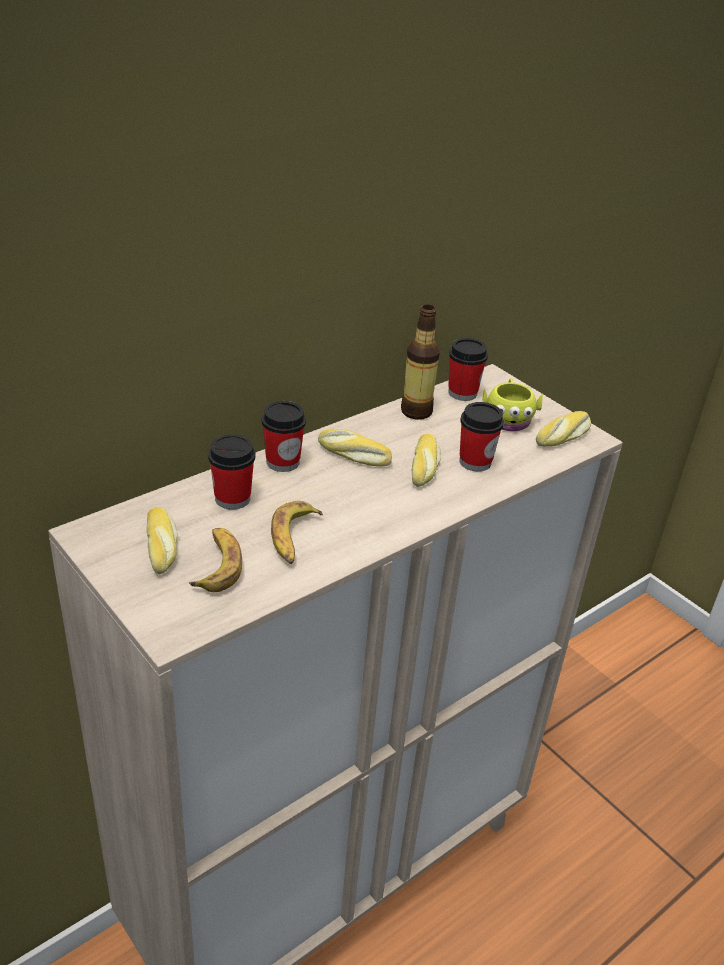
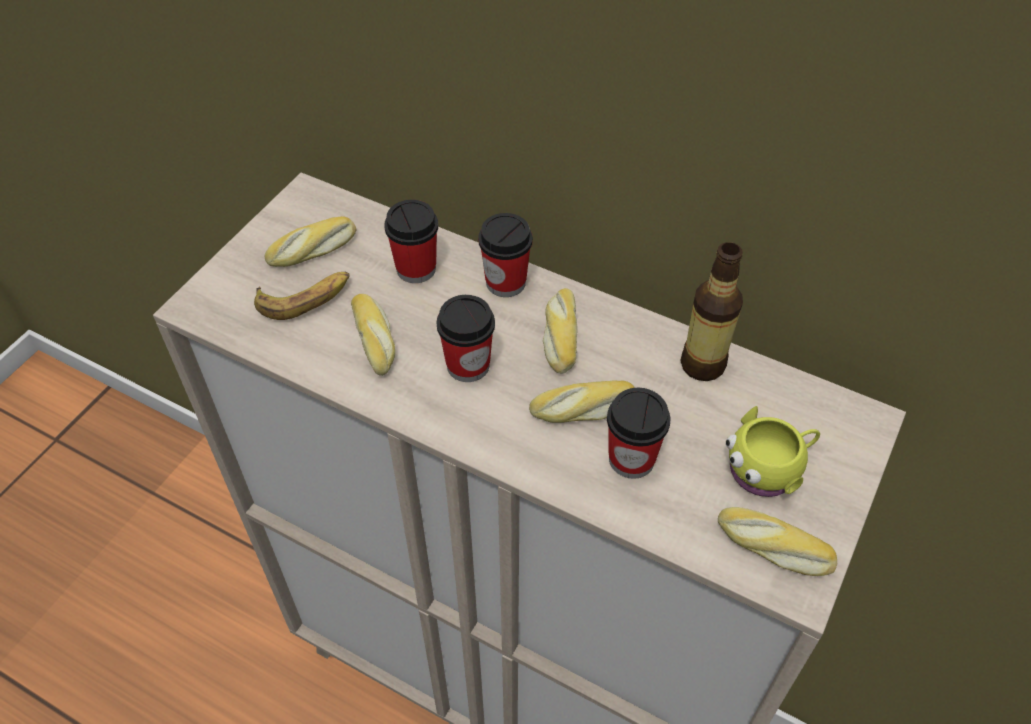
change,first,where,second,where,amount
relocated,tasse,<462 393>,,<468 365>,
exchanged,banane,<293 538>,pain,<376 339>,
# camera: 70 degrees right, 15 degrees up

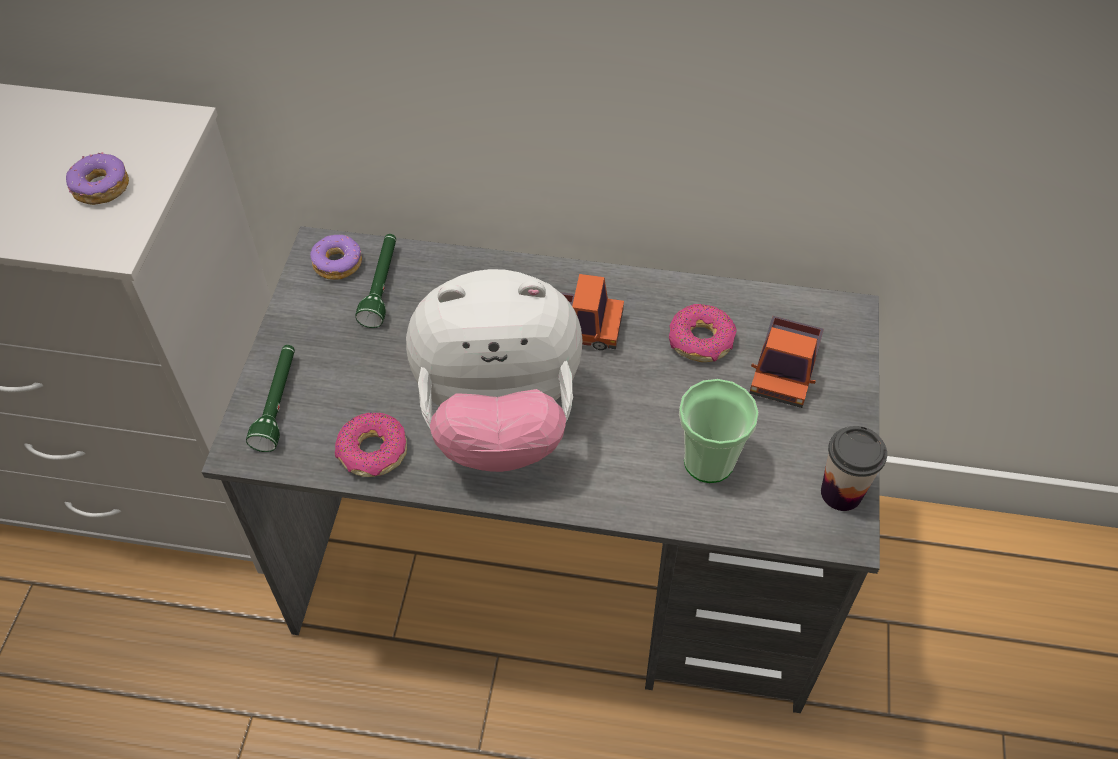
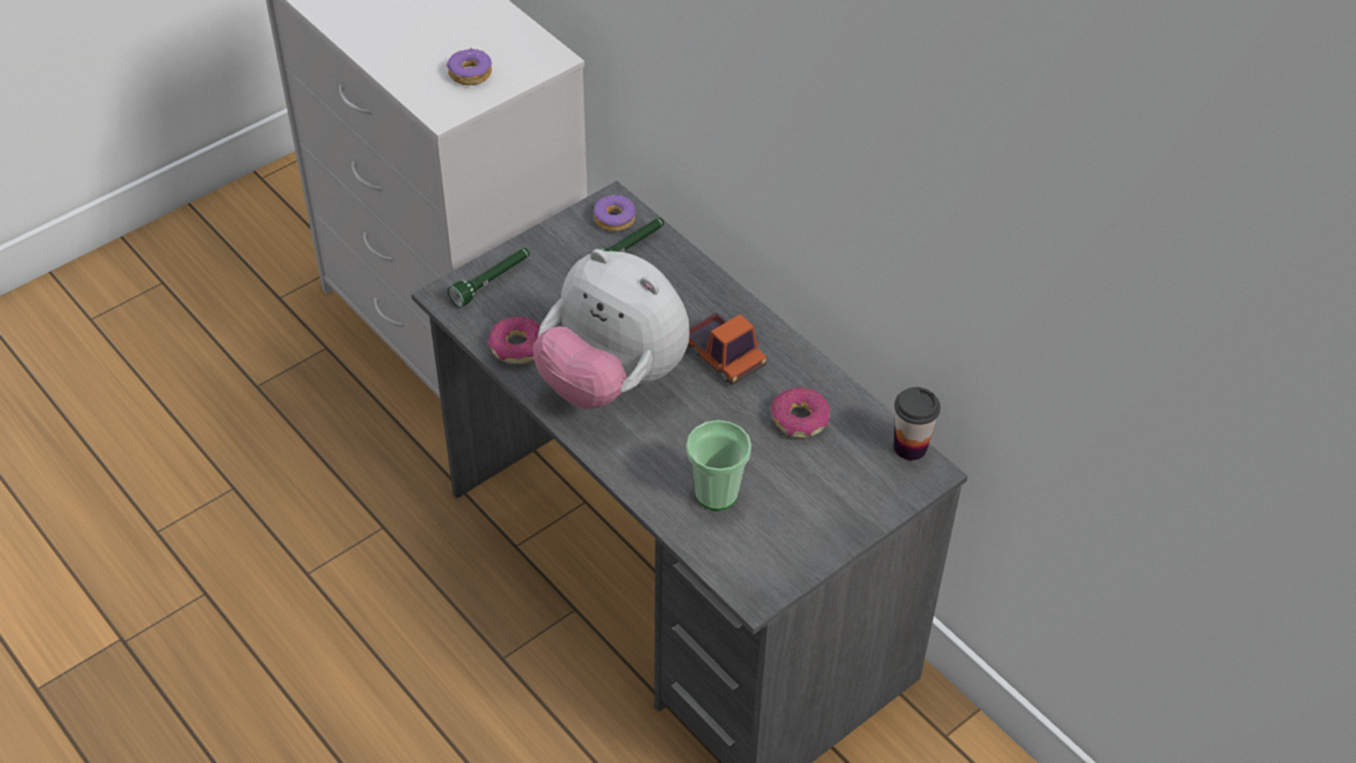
change,first,where,second,where,amount
missing,camion jouet,<784 369>,,,
relocated,tasse,<841 493>,,<910 447>,
# camera: 40 degrees right, 5 degrees down

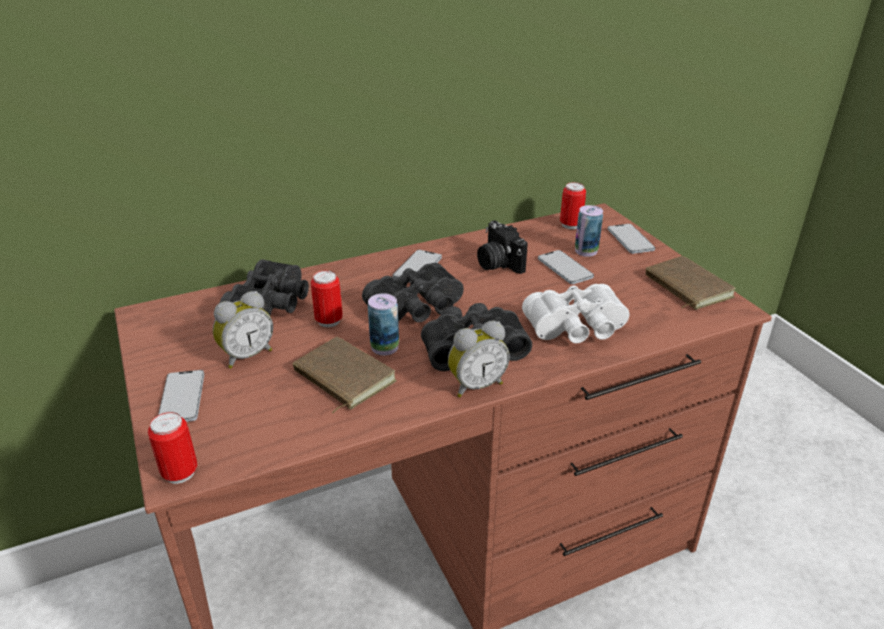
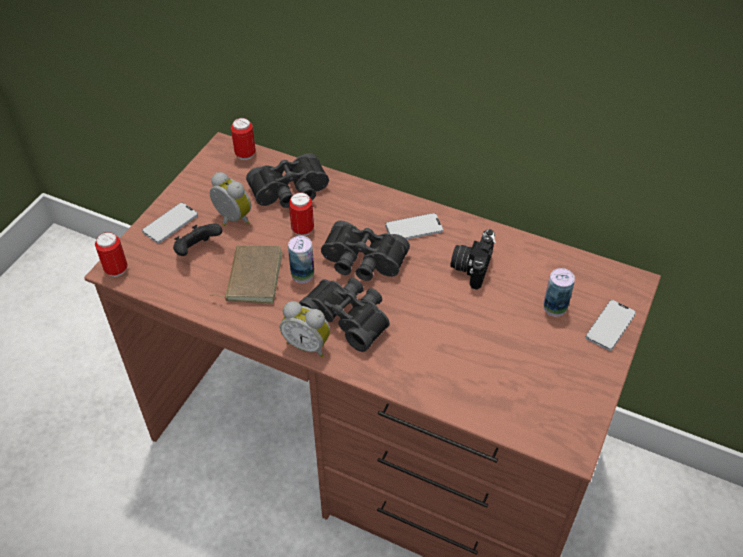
change,first,where,second,where,amount
relocated,boîte métallique,<570 225>,,<245 154>,
missing,téléphone,<565 268>,,,
missing,livre [marron],<685 287>,,,
missing,jumelles [blanc],<577 329>,,,
spun,réveil,<246 355>,,<231 220>,150 degrees counterclockwise
appeared,,,manette [noir],<197 250>,
# camera: 50 degrees right, 15 degrees up

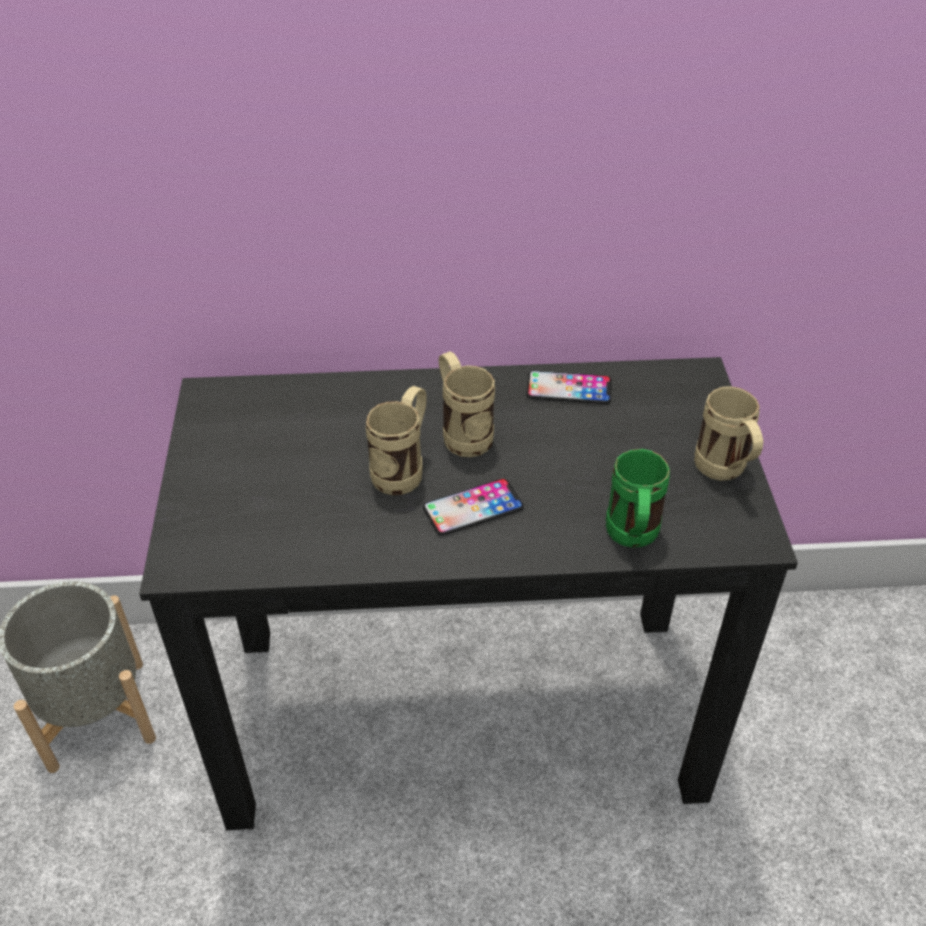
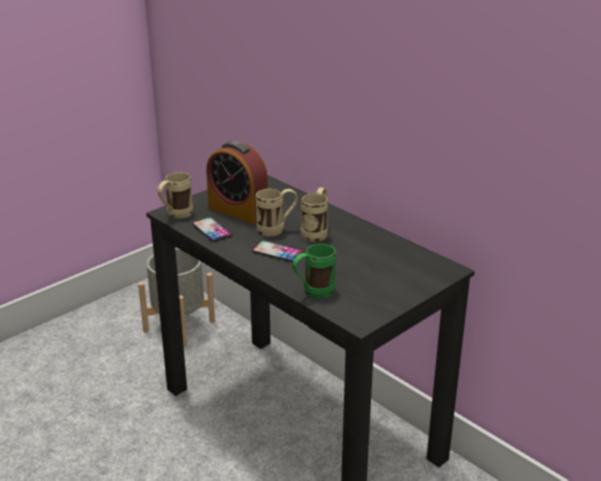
change,first,where,second,where,amount
relocated,téléphone,<569 388>,,<211 230>,
relocated,mug [beige],<724 472>,,<175 215>,
appeared,,,réveil,<238 211>,
# camera: 50 degrees right, 15 degrees down

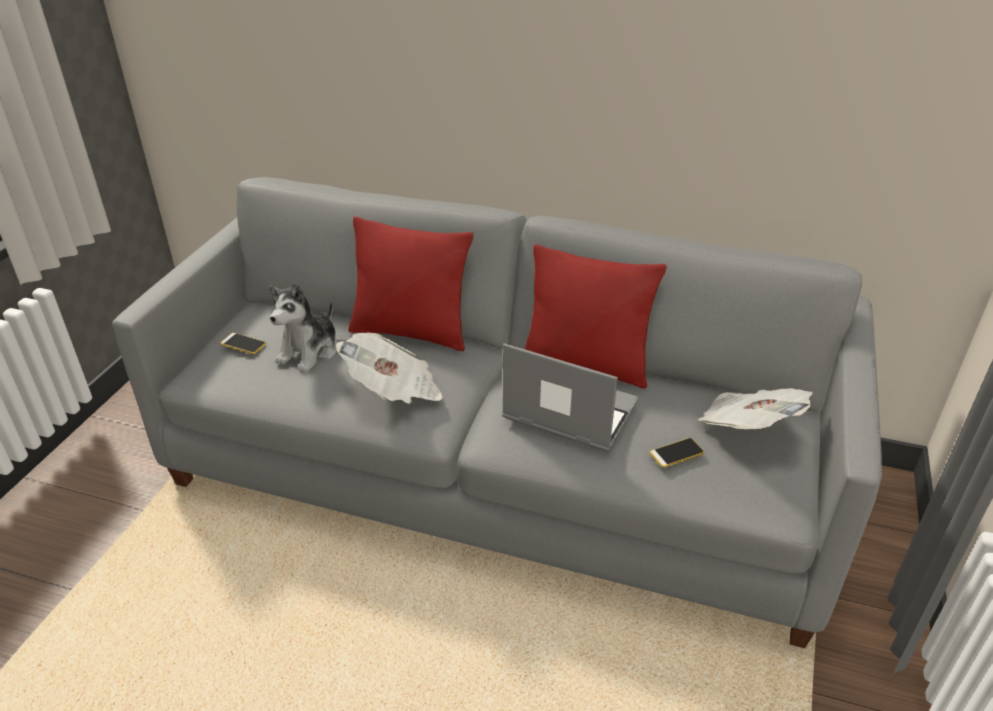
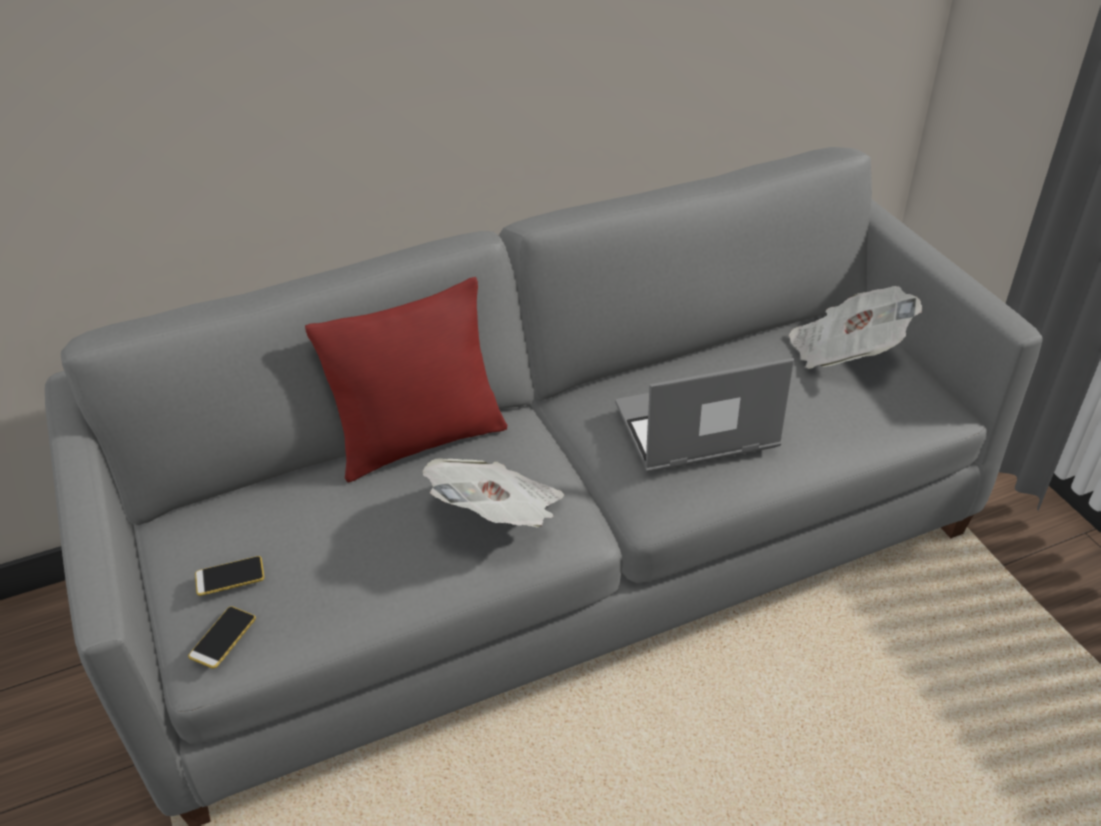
change,first,where,second,where,amount
missing,coussin [rouge],<585 366>,,,
missing,peluche,<309 351>,,,
relocated,téléphone,<676 453>,,<223 637>,
# camera: 40 degrees left, 5 degrees up

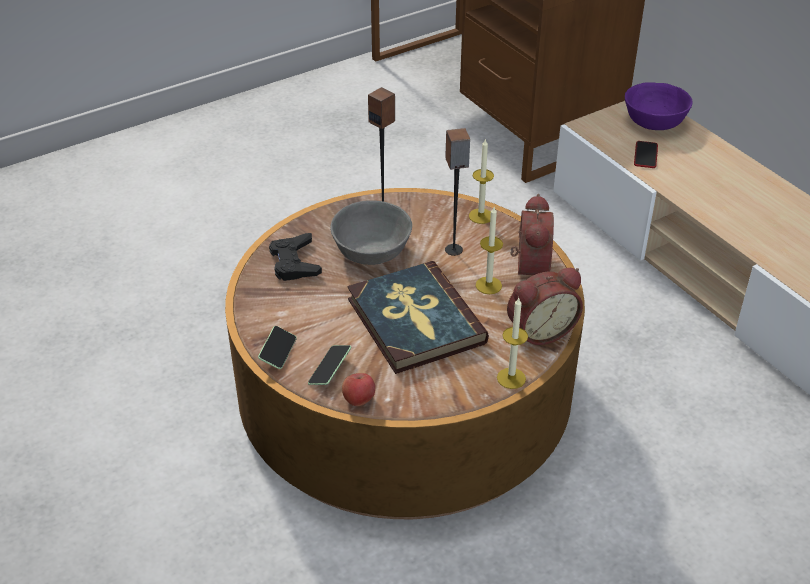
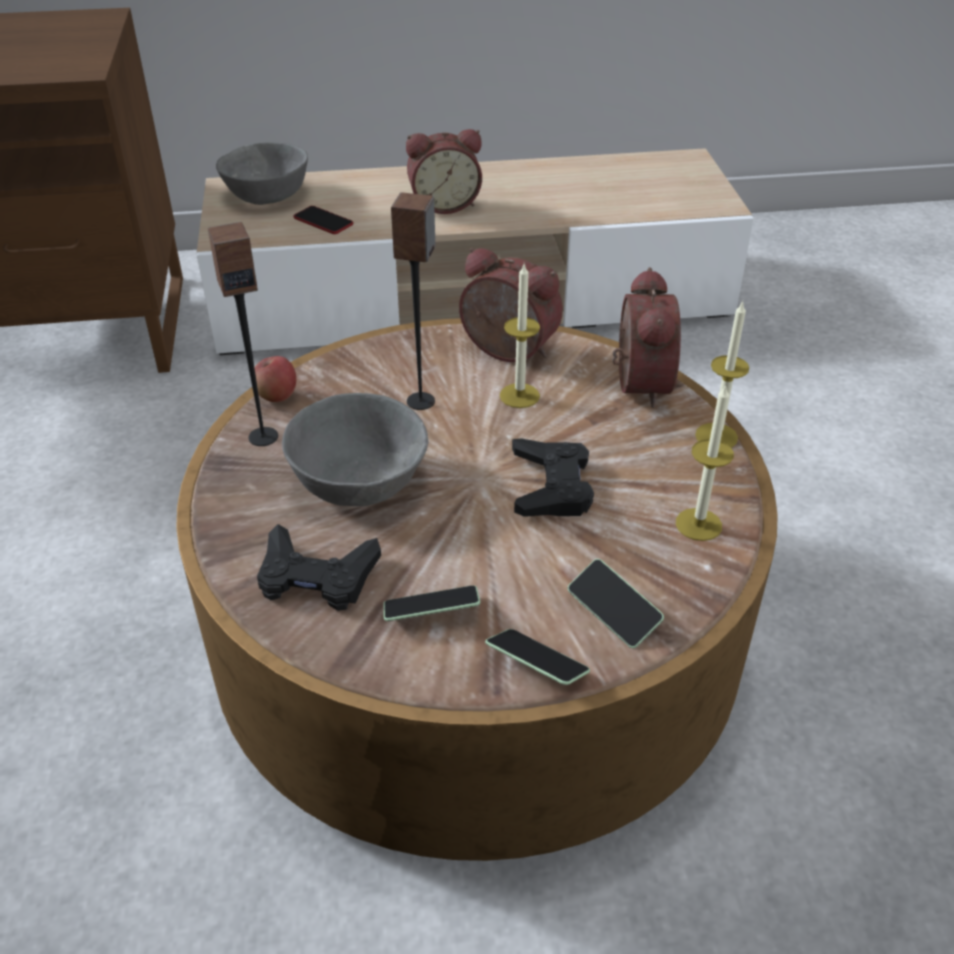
change,first,where,second,where,amount
colour,bol [violet],<653 121>,bol [gris],<266 194>,
relocated,bougie,<480 216>,,<698 524>,
exchanged,livre,<415 321>,manette [noir],<551 486>,
relocated,pomme,<359 400>,,<277 396>,
appeared,,,réveil,<444 204>,
appeared,,,téléphone,<431 612>,
# camera: 65 degrees left, 0 degrees up

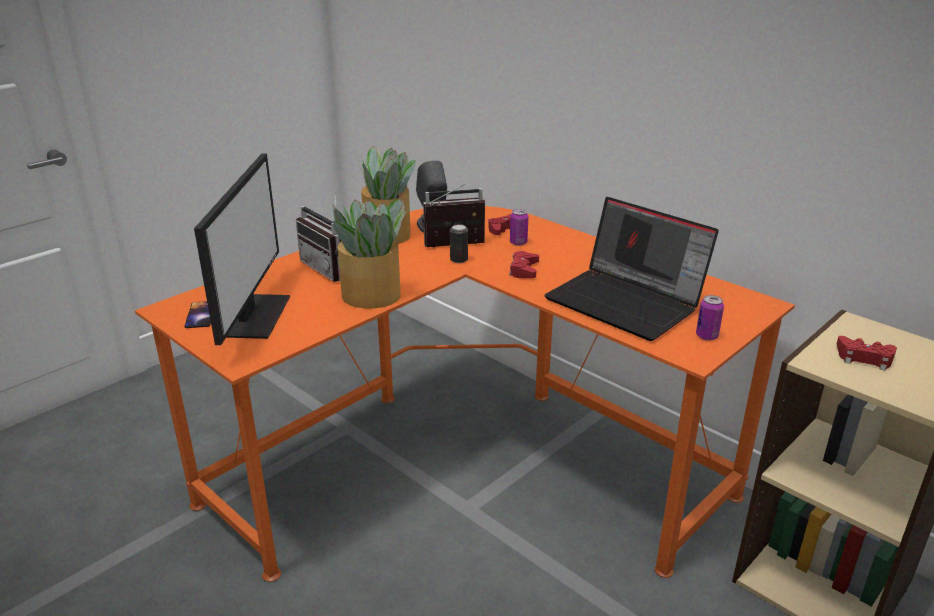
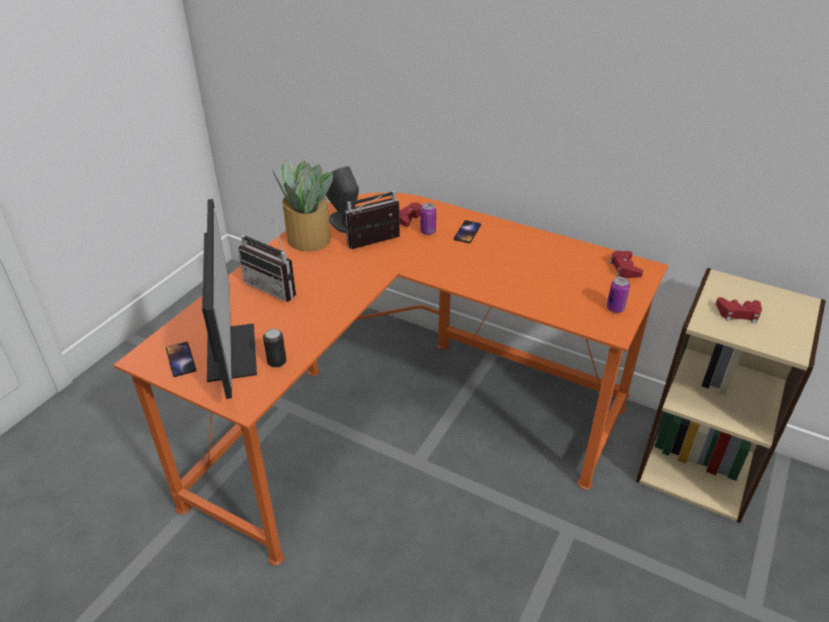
change,first,where,second,where,amount
missing,ordinateur portable,<627 302>,,,
missing,plante en pot,<372 296>,,,
relocated,boîte métallique,<459 260>,,<277 362>,
relocated,manette [rouge],<523 270>,,<624 268>,
appeared,,,téléphone,<467 232>,
# camera: 15 degrees left, 10 degrees up

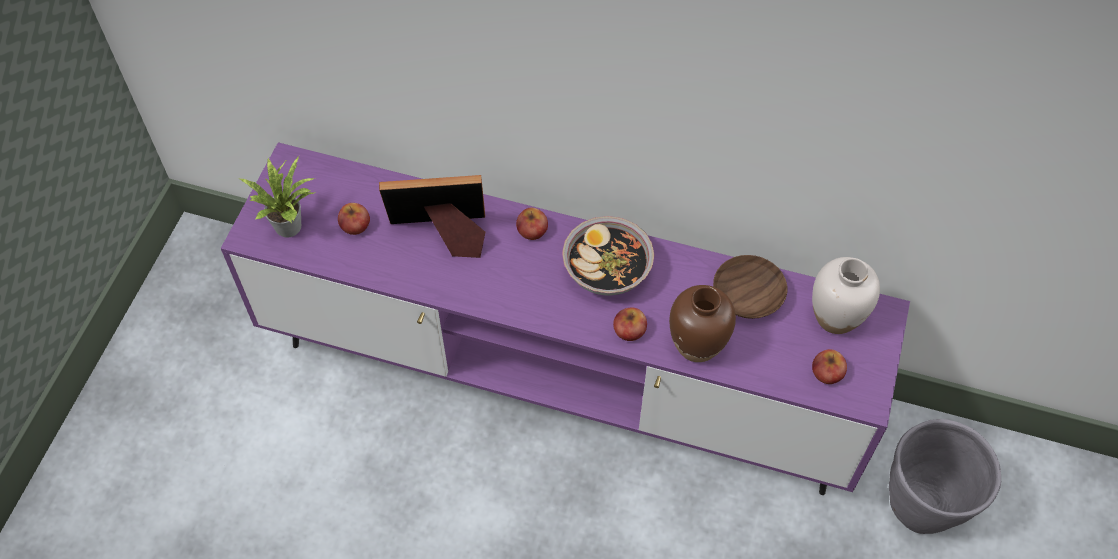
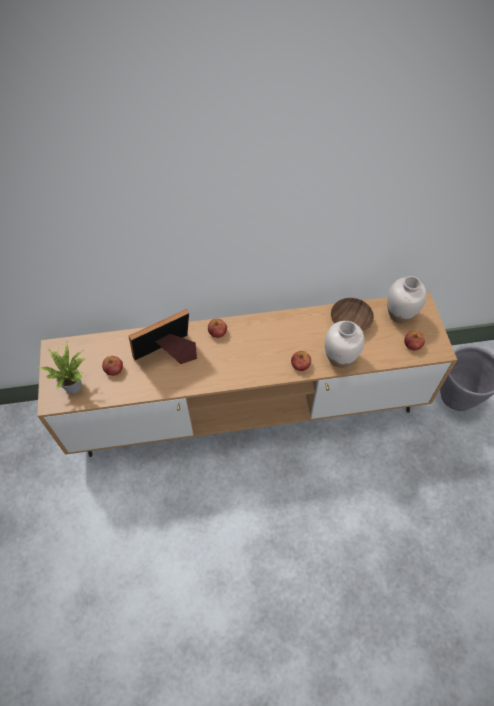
change,first,where,second,where,amount
colour,meuble télé [violet],<559 378>,meuble télé [marron],<247 410>,
missing,bol,<607 270>,,,
colour,vase [marron],<696 345>,vase [blanc],<340 358>,
# camera: 25 degrees left, 0 degrees up

